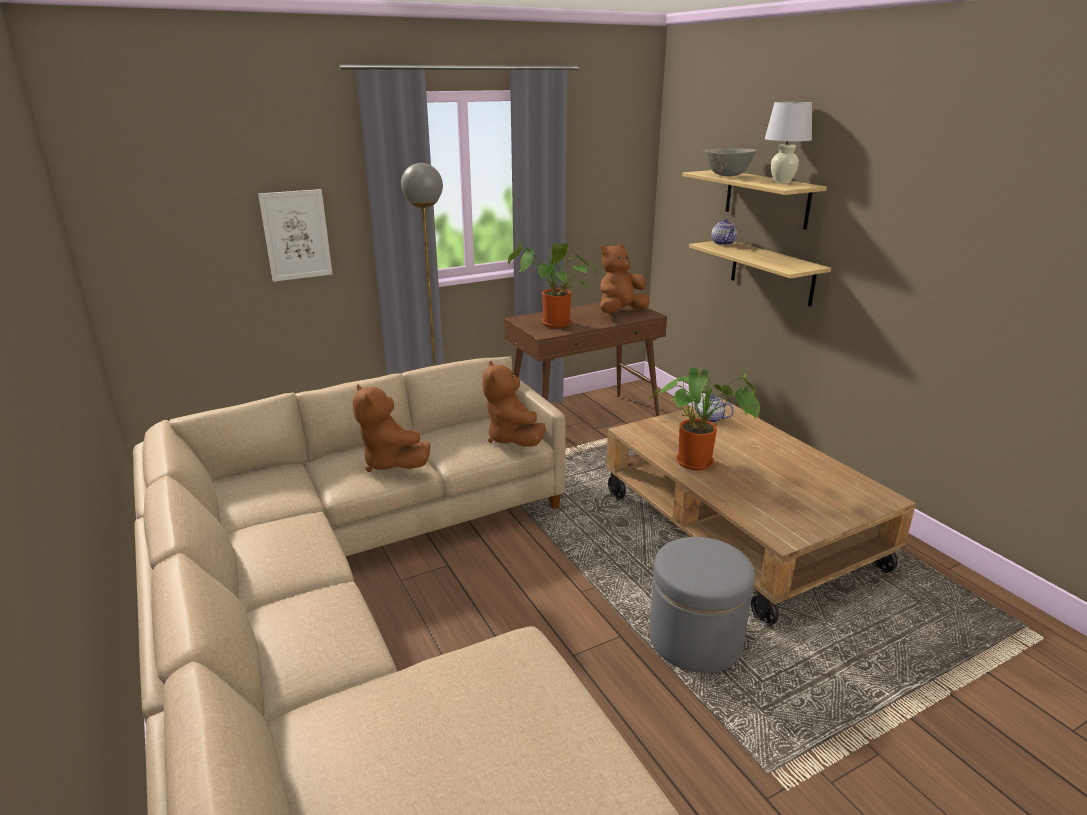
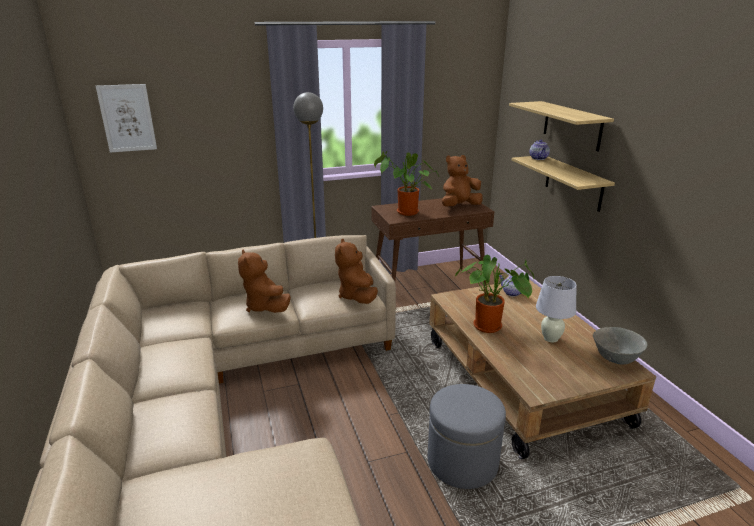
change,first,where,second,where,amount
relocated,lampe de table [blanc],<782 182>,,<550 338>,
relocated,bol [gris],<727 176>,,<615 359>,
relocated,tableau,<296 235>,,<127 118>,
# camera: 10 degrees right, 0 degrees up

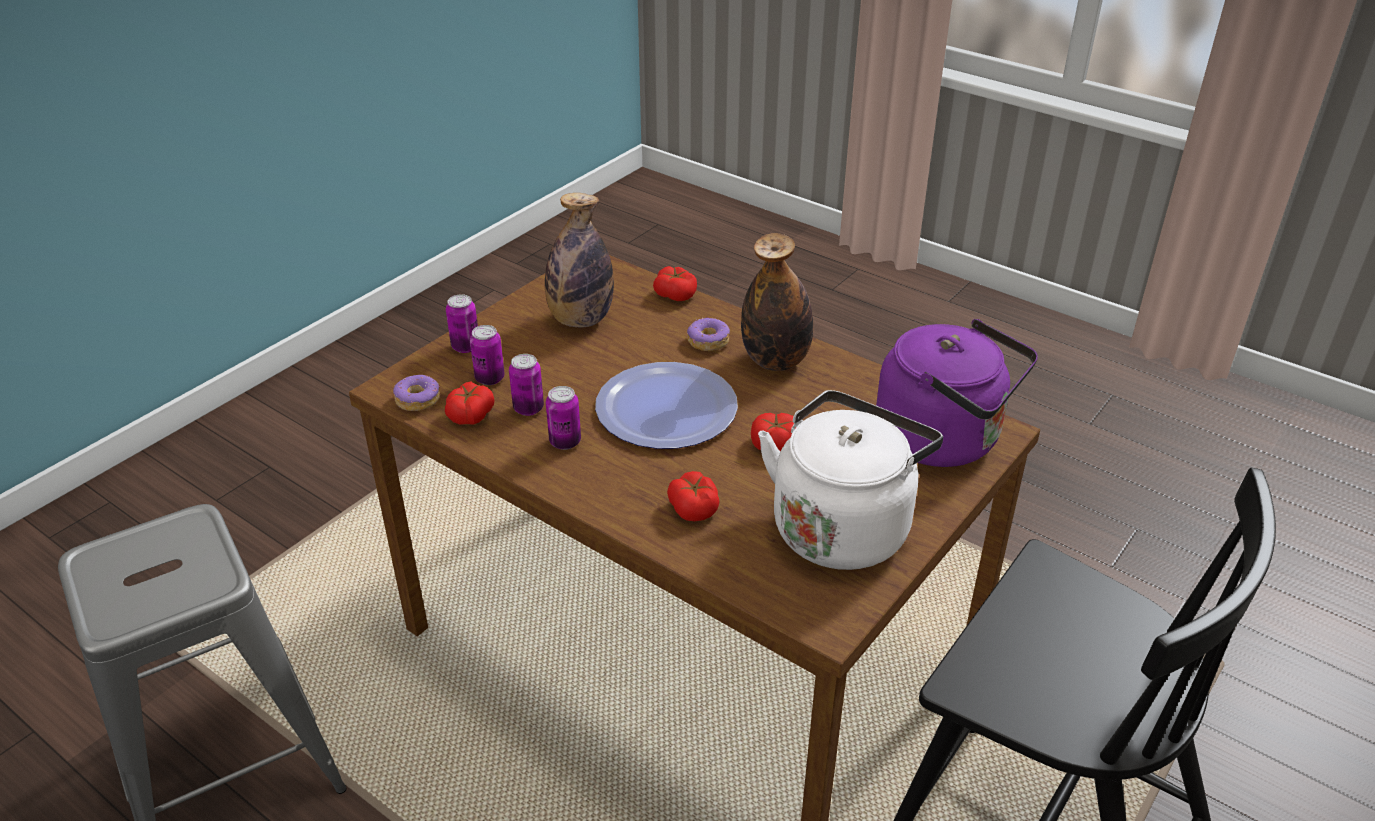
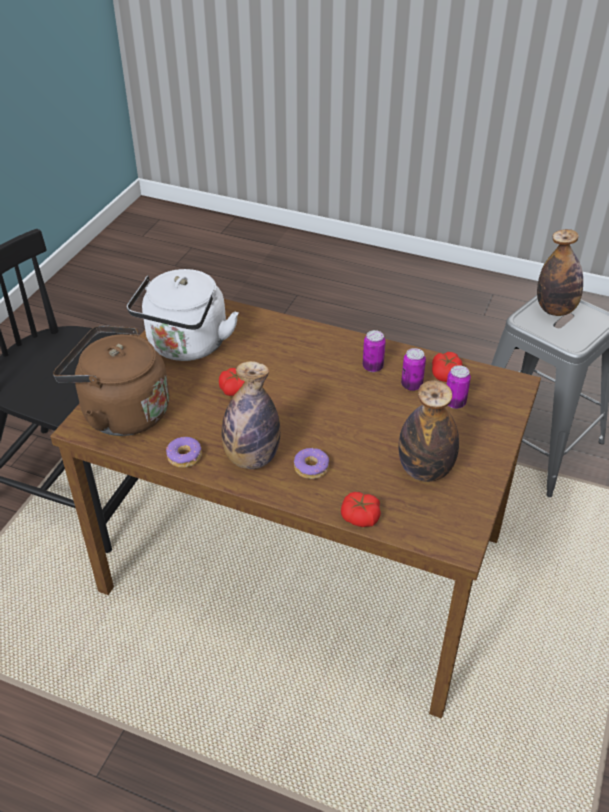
change,first,where,second,where,amount
missing,boîte métallique,<465 347>,,,
colour,bouilloire [violet],<945 440>,bouilloire [marron],<120 412>,
missing,assiette,<666 408>,,,
relocated,beignet,<418 399>,,<184 457>,
missing,tomate,<694 508>,,,
appeared,,,bouteille,<555 309>,
# camera: 165 degrees right, 5 degrees up

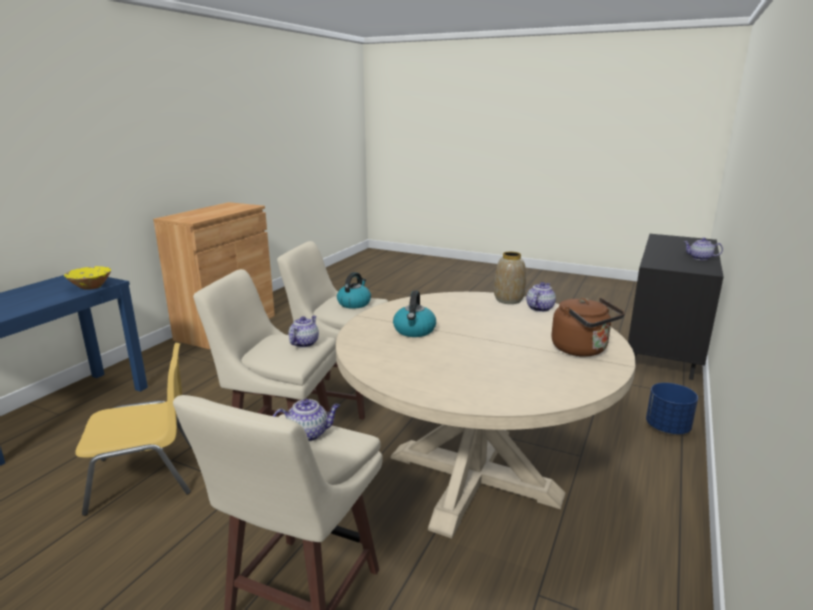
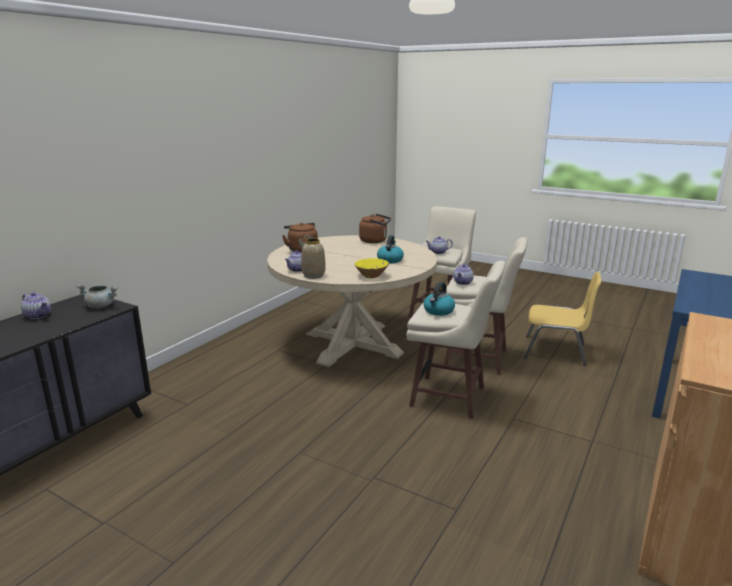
change,first,where,second,where,amount
relocated,bol [jaune],<91 287>,,<371 276>,
spun,chaise [jaune],<146 477>,,<556 351>,150 degrees counterclockwise
missing,cache-pot [bleu],<667 427>,,,
appeared,,,bouilloire [marron],<375 241>,
appeared,,,marmite [gris],<101 306>,
# camera: 175 degrees left, 0 degrees up

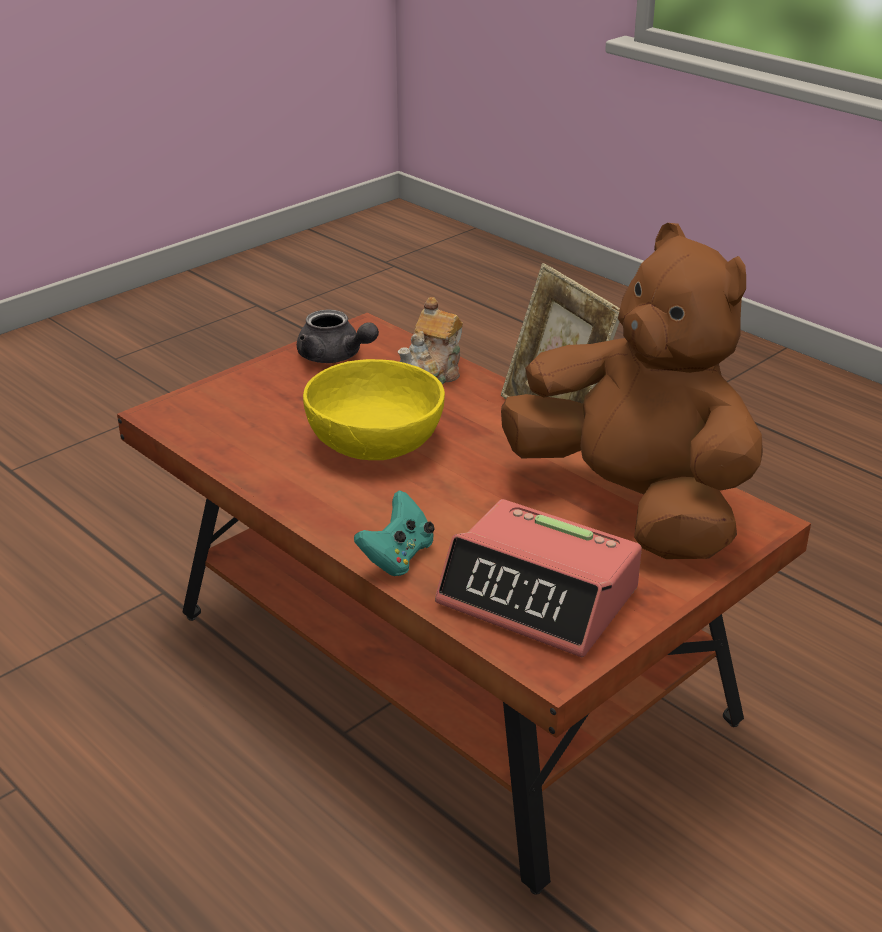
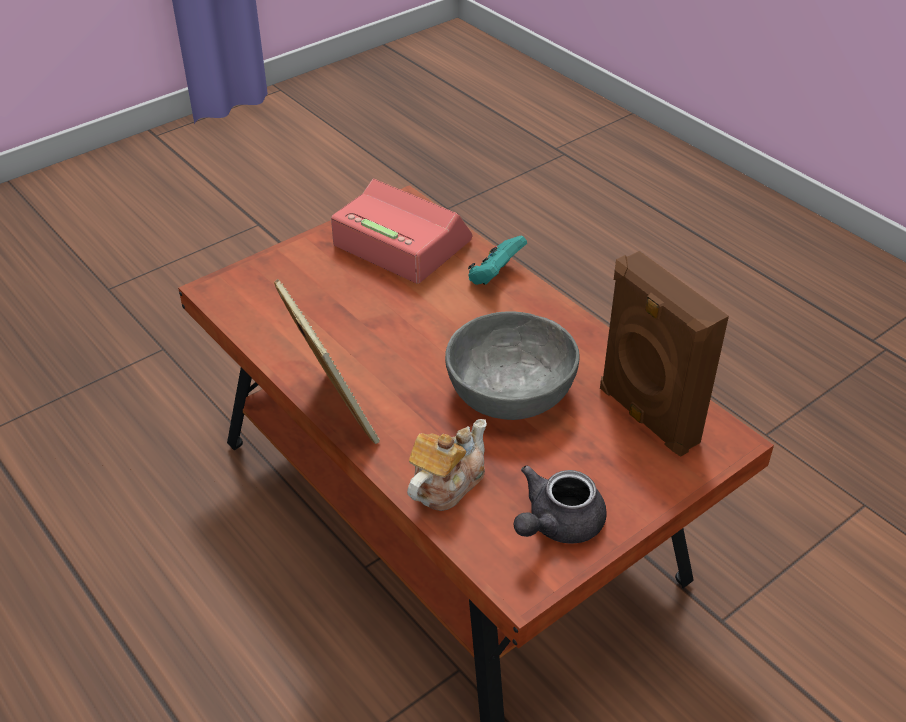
change,first,where,second,where,amount
missing,peluche [marron],<633 504>,,,
spun,théière [gris],<335 357>,,<556 524>,90 degrees counterclockwise
colour,bol [jaune],<376 439>,bol [gris],<509 391>,
appeared,,,enceinte [marron],<645 417>,
# camera: 175 degrees left, 10 degrees up

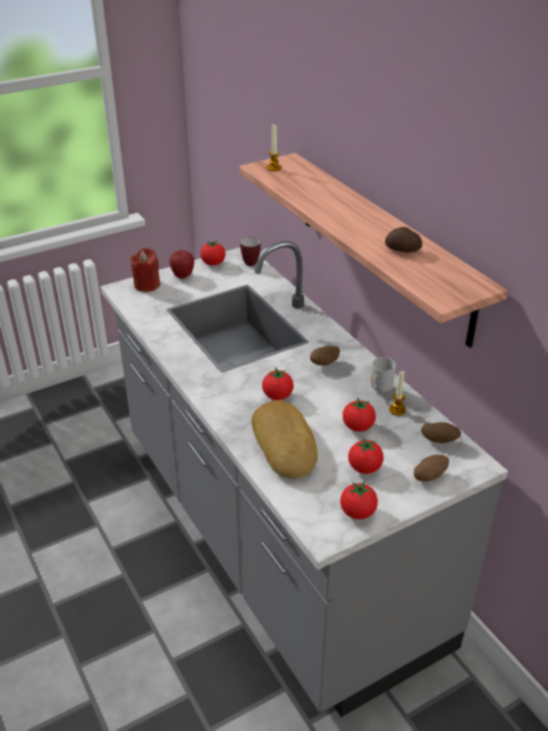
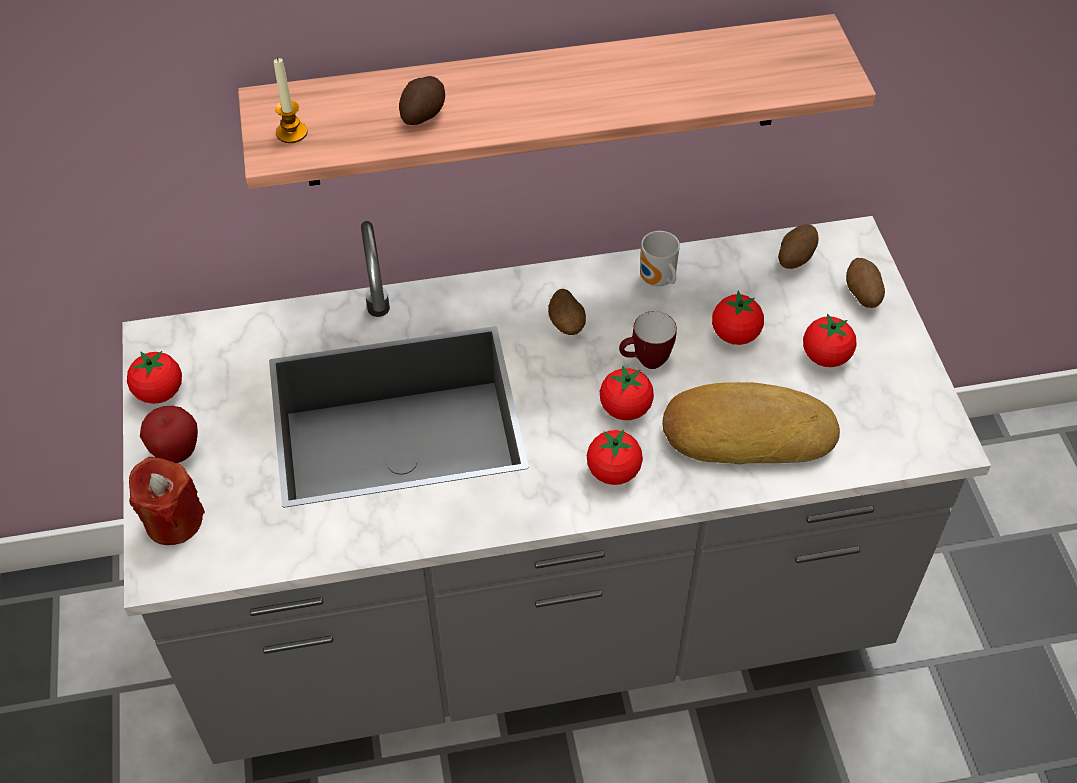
change,first,where,second,where,amount
relocated,pomme de terre,<402 250>,,<425 113>,
relocated,mug,<248 262>,,<645 362>,
missing,bougie,<397 410>,,,
relocated,tomate,<357 512>,,<613 471>,
# camera: 70 degrees left, 15 degrees up

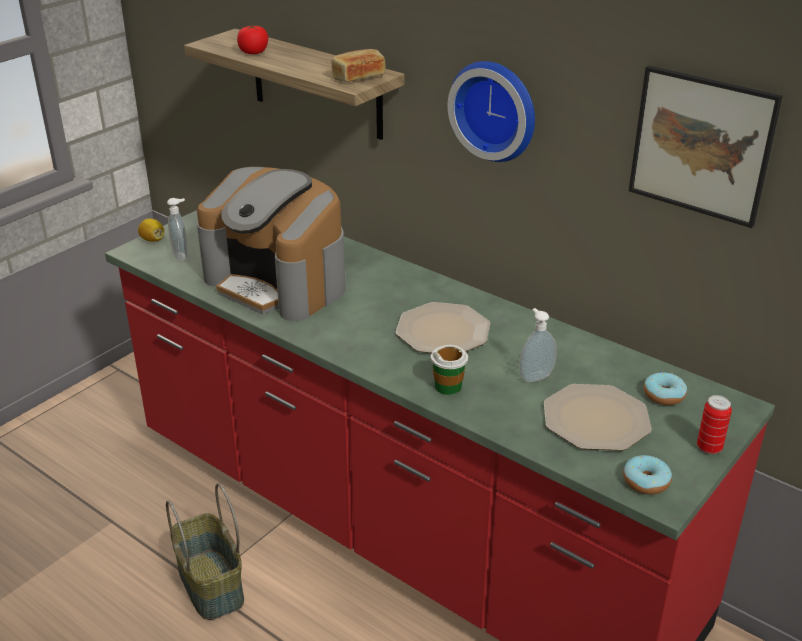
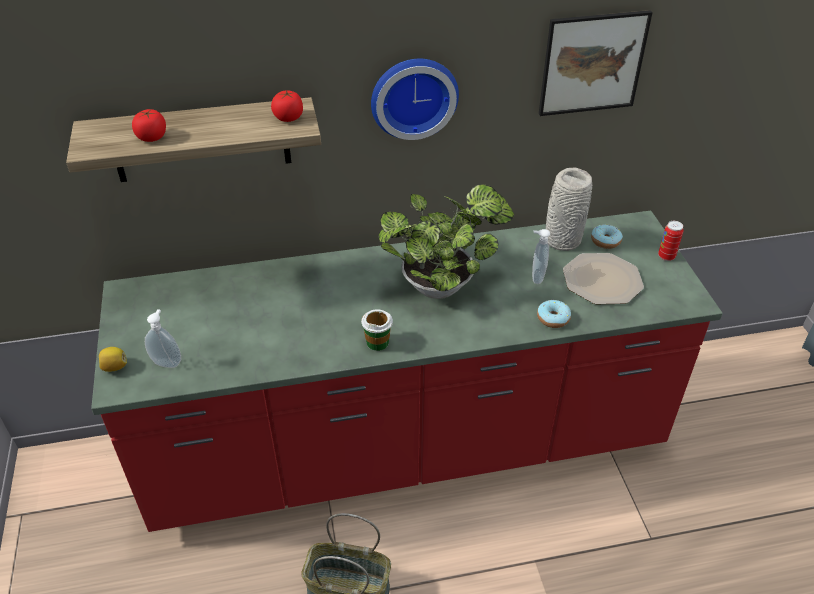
change,first,where,second,where,amount
exchanged,pain,<358 77>,tomate,<288 118>,
missing,machine à café,<278 283>,,,
exchanged,assiette,<442 330>,plante en pot,<442 285>,
relocated,tasse,<448 386>,,<377 342>,
relocated,beignet,<646 482>,,<553 318>,
appeared,,,vase [gris],<561 240>,
# camera: 50 degrees left, 10 degrees up

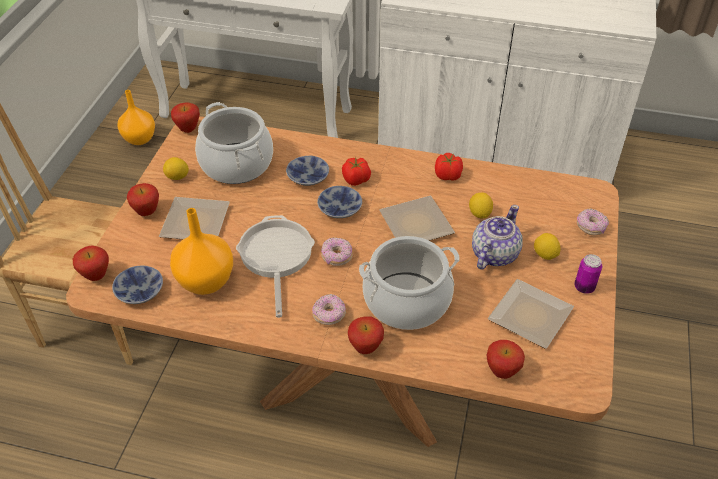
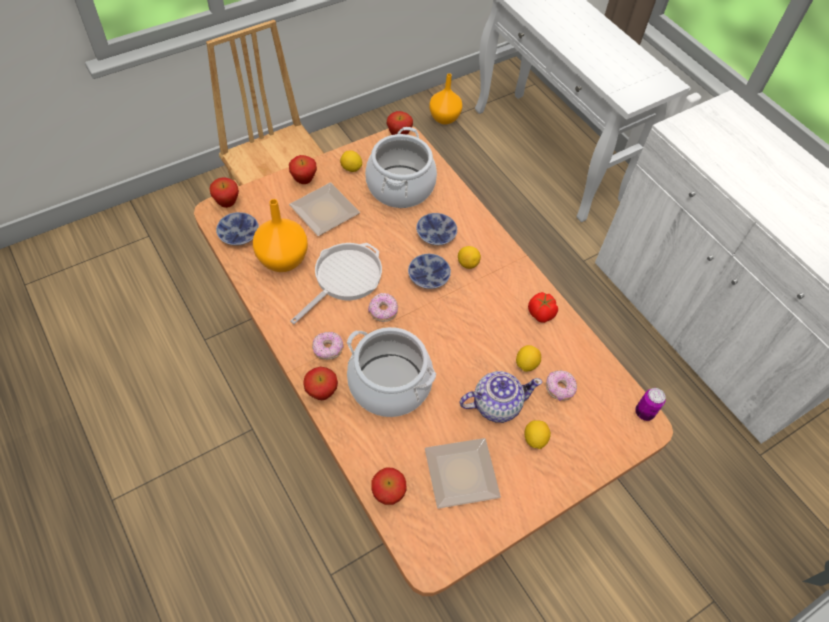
change,first,where,second,where,amount
exchanged,tomate,<356 180>,citron,<467 263>,
missing,assiette,<413 224>,,,
relocated,beignet,<590 227>,,<559 389>,
relocated,boîte métallique,<584 287>,,<644 412>,
# camera: 40 degrees right, 10 degrees up

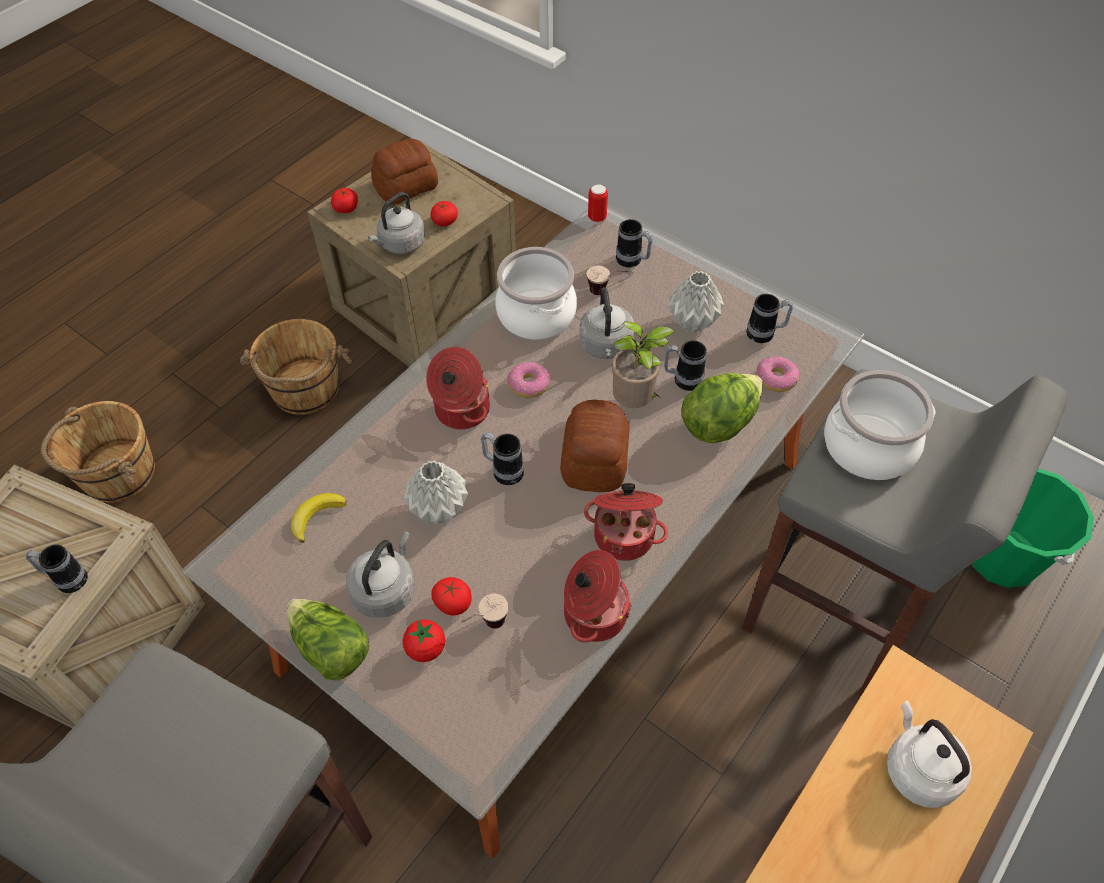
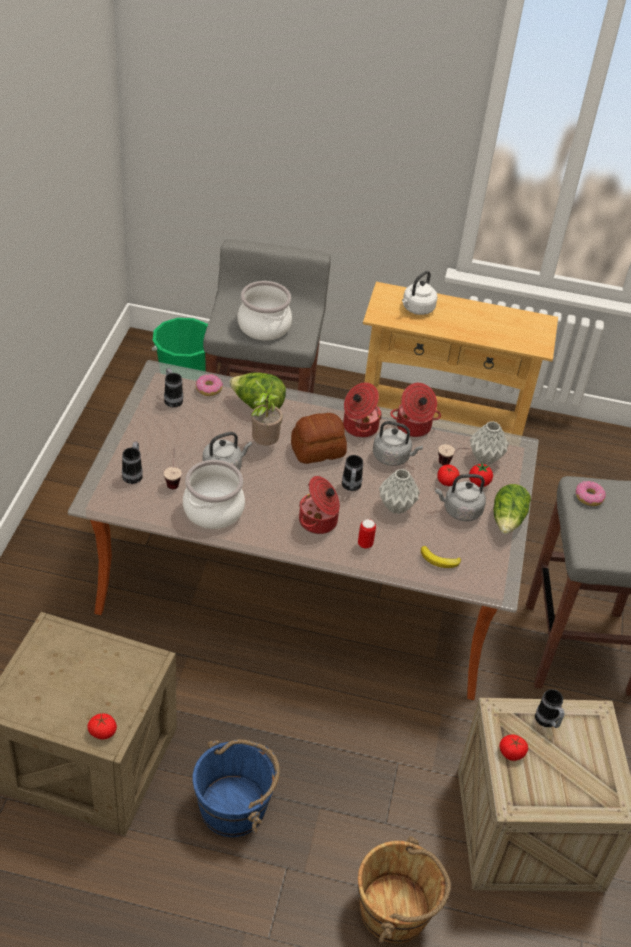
change,first,where,second,where,amount
missing,pain,<407 187>,,,
relocated,boîte métallique,<597 217>,,<365 544>,
relocated,bouilloire [gris],<400 244>,,<393 457>,
relocated,tomate,<444 221>,,<511 753>,
relocated,vase [gris],<692 322>,,<484 458>,
colour,seau [marron],<305 390>,seau [bleu],<234 807>,
missing,mug,<682 379>,,,
relocated,beignet,<529 384>,,<588 497>,
# camera: 120 degrees left, 10 degrees down

